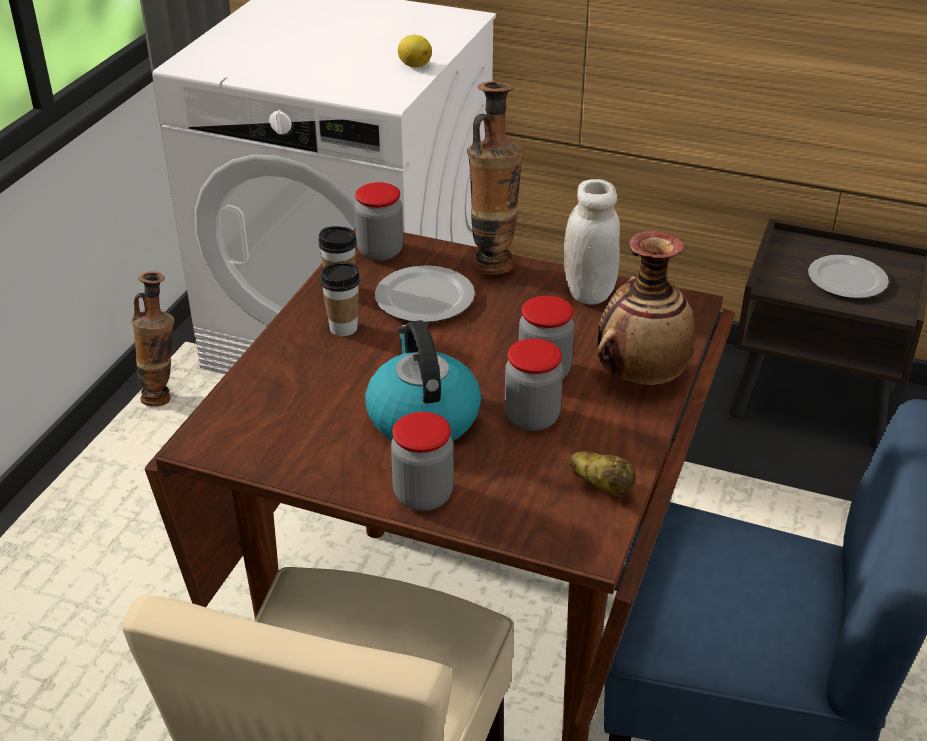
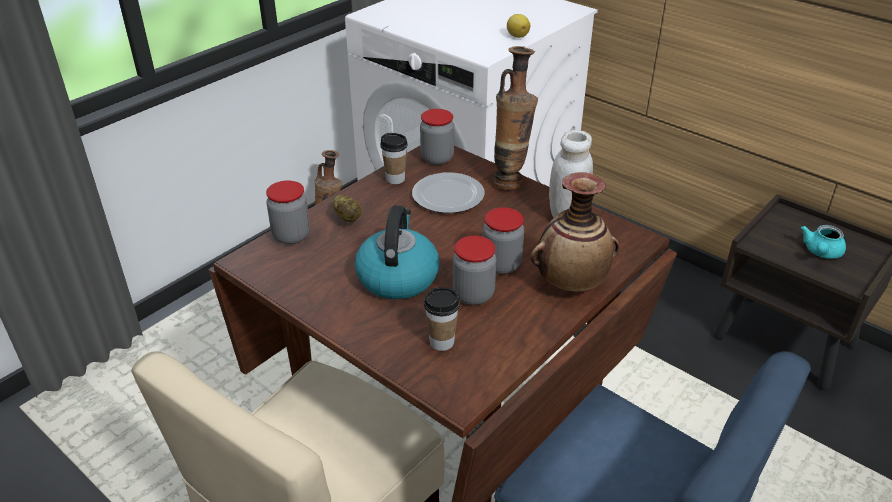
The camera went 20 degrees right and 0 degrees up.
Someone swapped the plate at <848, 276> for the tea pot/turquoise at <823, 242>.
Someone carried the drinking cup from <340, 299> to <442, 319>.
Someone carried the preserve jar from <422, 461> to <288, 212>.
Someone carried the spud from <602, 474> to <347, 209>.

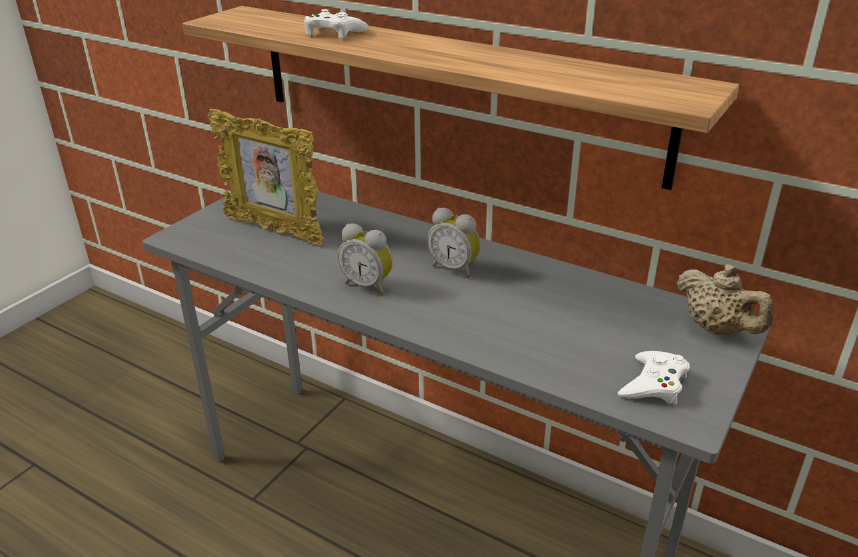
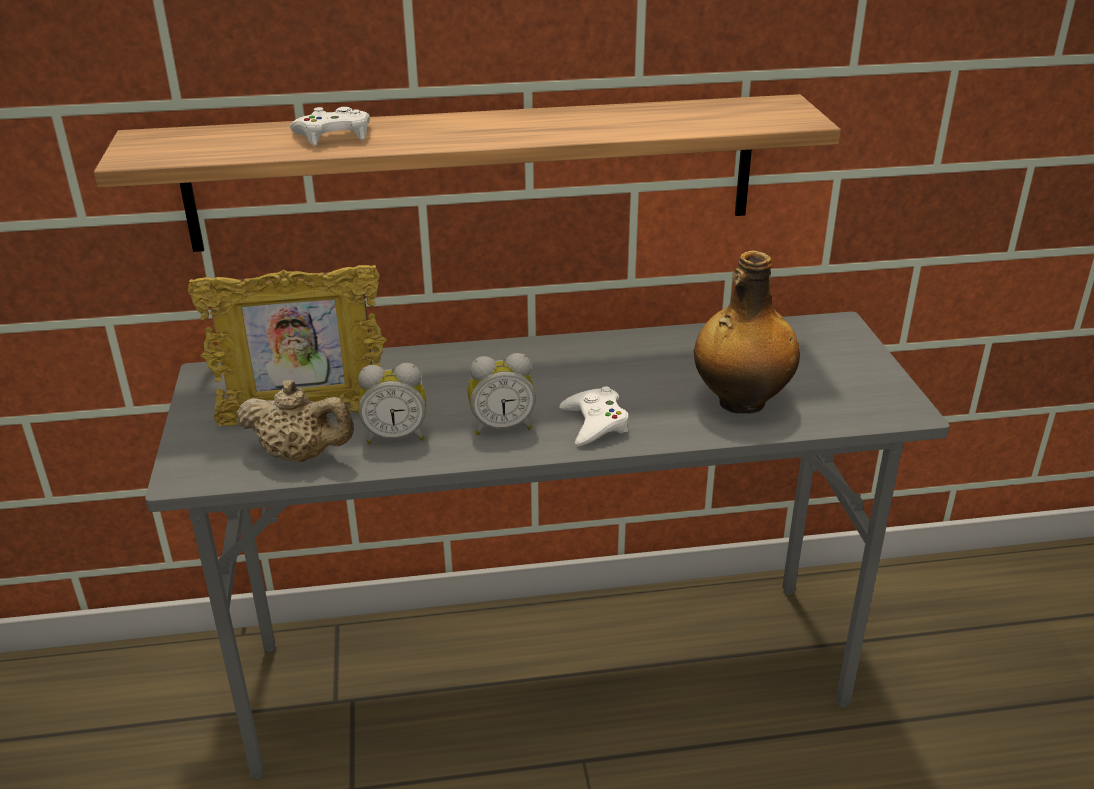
The camera went 40 degrees left and 0 degrees up.
Someone carried the table clock from <454, 243> to <392, 403>.
Someone carried the tea pot/beige from <725, 299> to <295, 421>.
Someone carried the gamepad/white-coloured from <654, 378> to <593, 416>.
Someone put down the beverage bottle at <747, 332>.

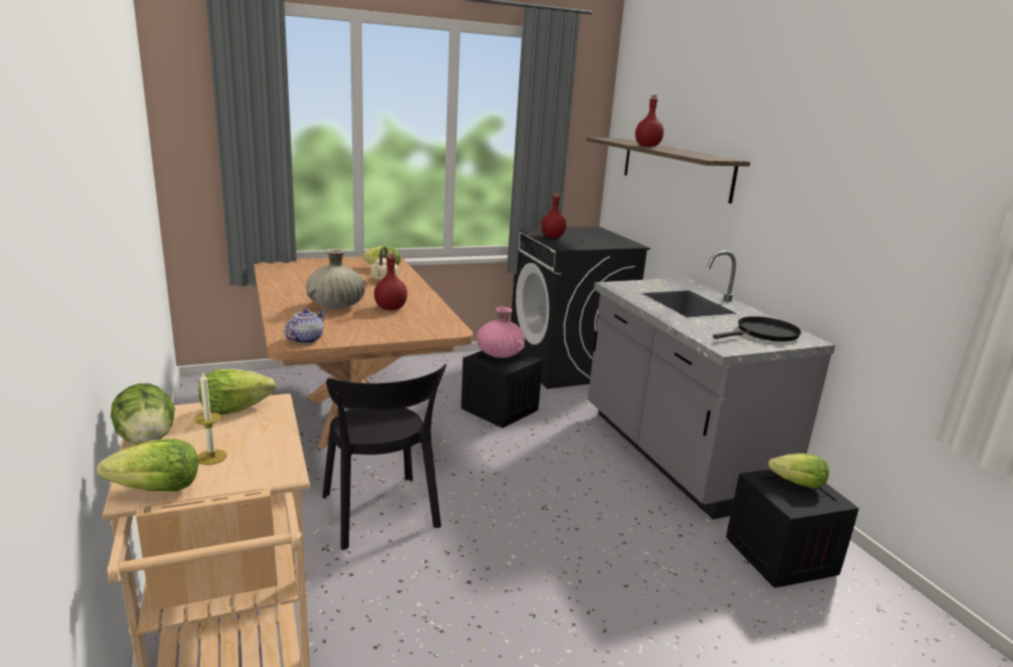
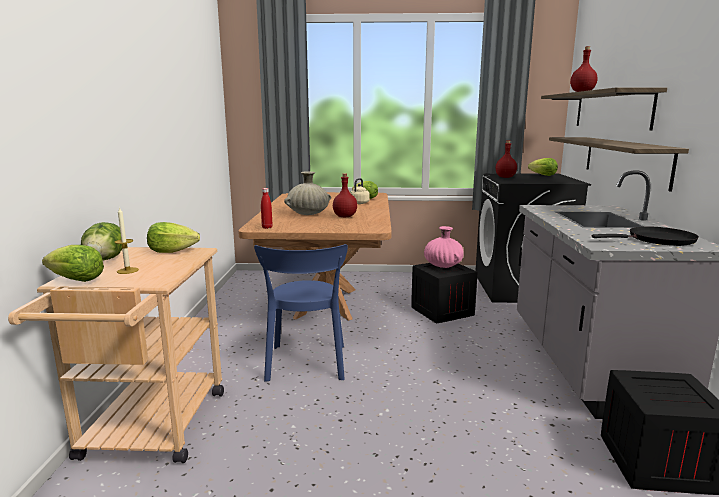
The camera went 25 degrees right and 5 degrees down.
Someone swapped the tea pot at <305, 326> for the beverage bottle/red-coloured at <266, 208>.
Someone repainted the chair/black-coloured at <384, 457>, which became the chair/bluish at <301, 313>.
Someone carried the head of lettuce from <798, 471> to <543, 167>.
Someone put up the wall shelf at <619, 164>.

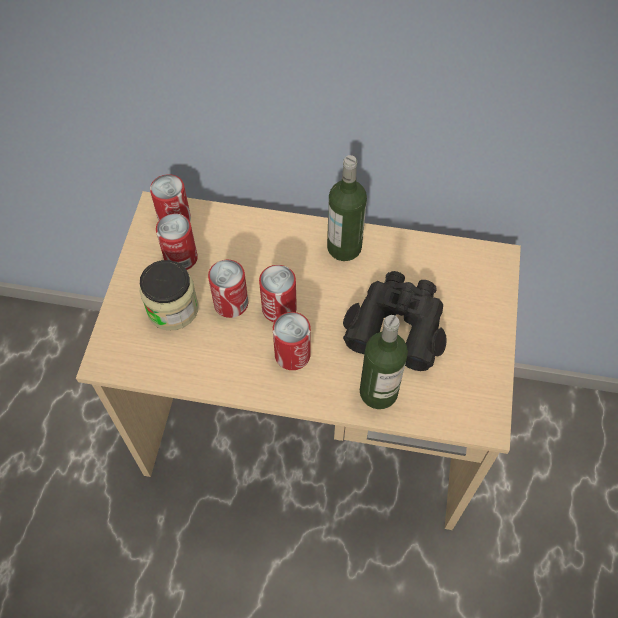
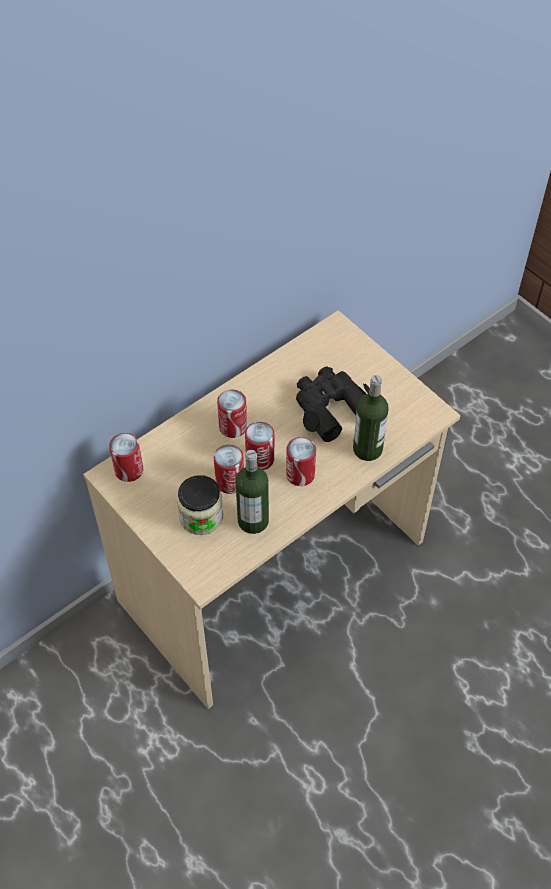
The camera went 50 degrees left and 5 degrees down.
Someone carried the beverage bottle from <347, 208> to <252, 492>.
Someone carried the can from <177, 242> to <232, 414>.

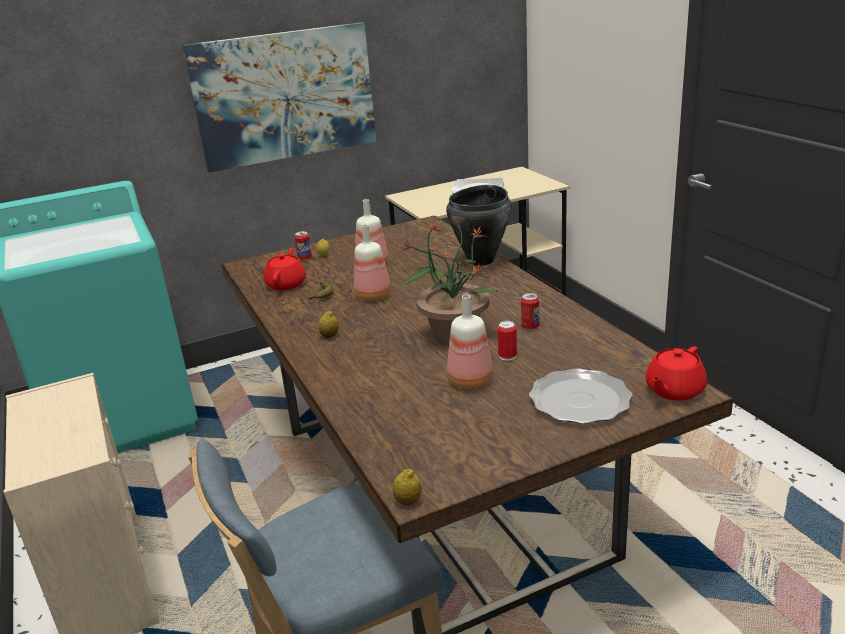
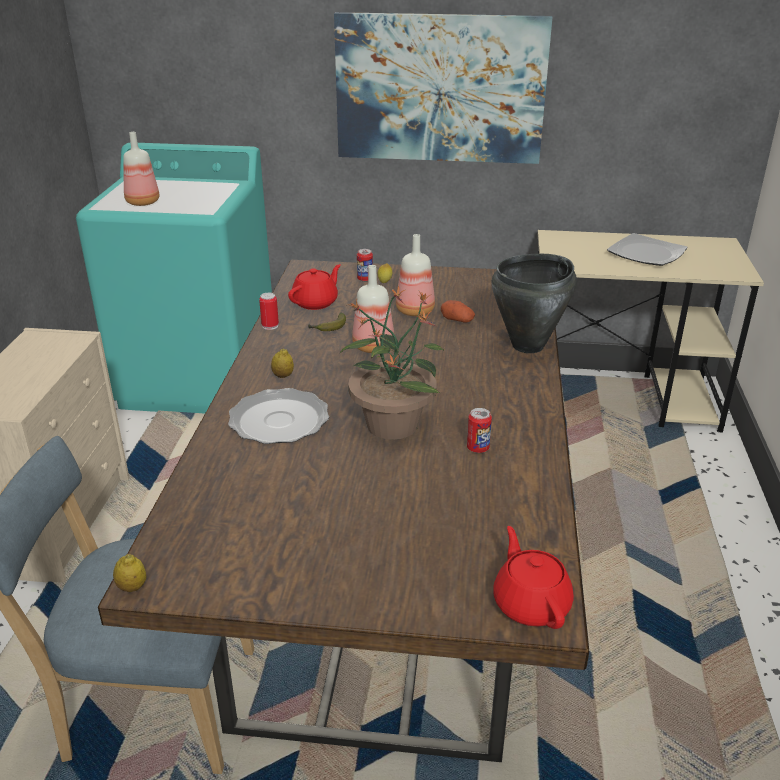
The camera went 30 degrees right and 5 degrees up.
Someone carried the beverage bottle from <470, 342> to <141, 169>.
Someone carried the can from <507, 341> to <269, 311>.
Someone rotated the tea pot/red-coloured at <676, 373> by 90 degrees clockwise.
Someone carried the plate from <580, 396> to <278, 416>.
Someone put down the spud at <458, 311>.

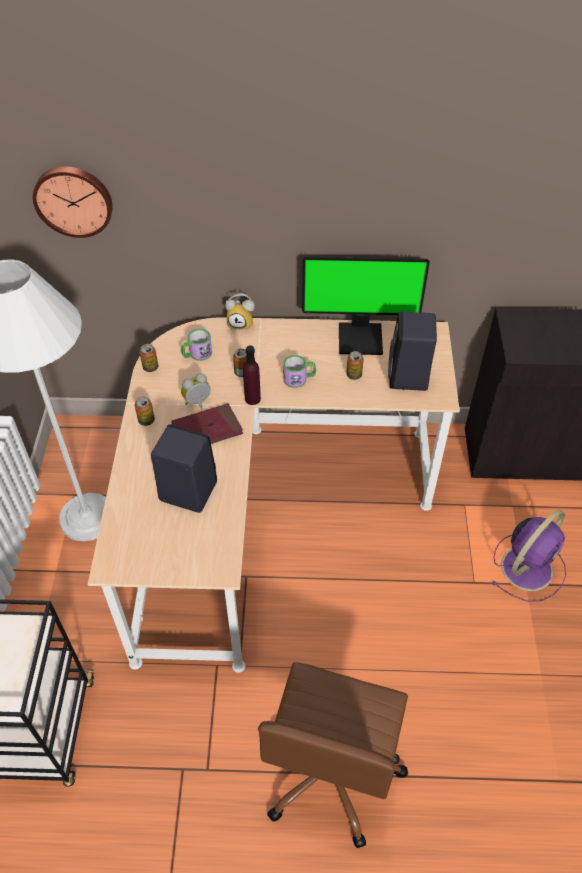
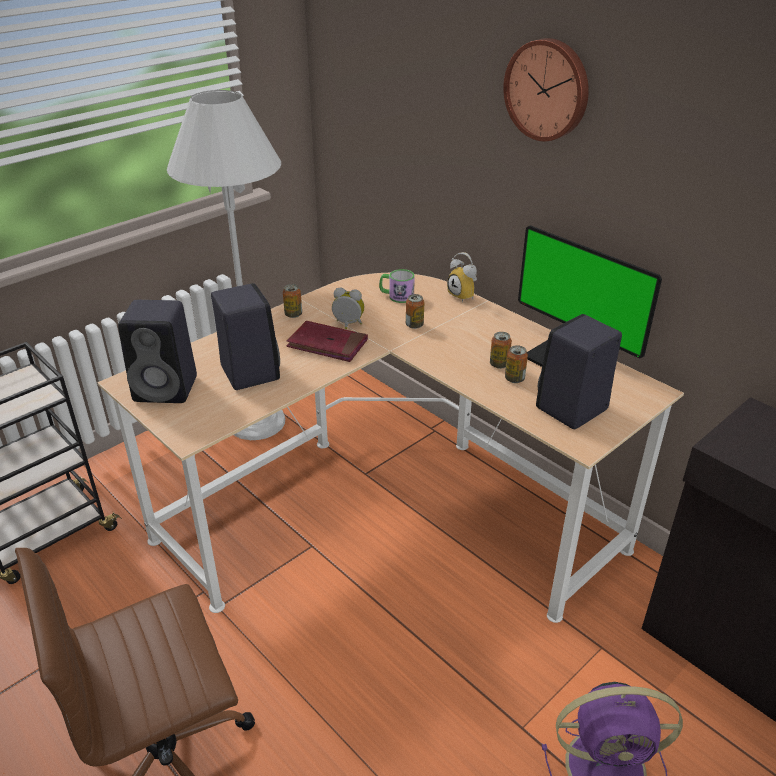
The camera went 45 degrees right and 15 degrees down.
Someone carried the clock on the wall from <73, 202> to <546, 89>.
Someone carried the can from <149, 358> to <501, 350>.
Someone took away the beverage bottle/purple-coloured at <252, 375>.
Someone took away the mug at <299, 371>.
Someone put down the speaker/black-coloured at <157, 351>.

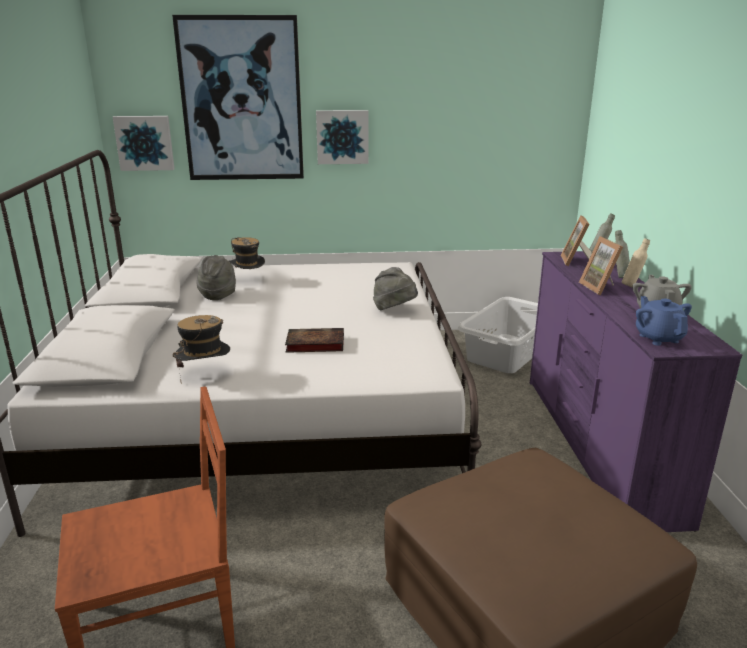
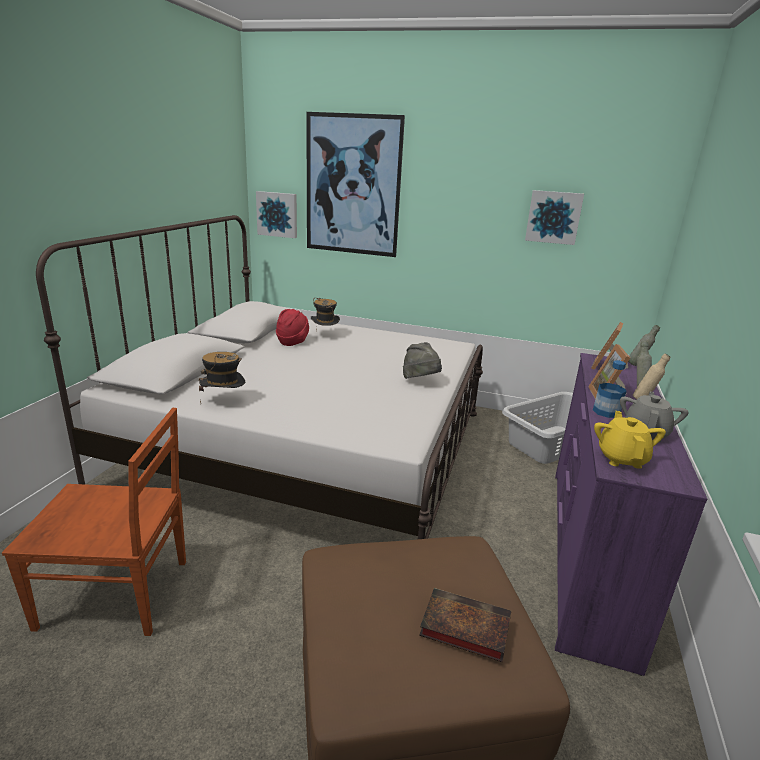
The camera went 20 degrees right and 0 degrees up.
Someone carried the wall art from <342, 137> to <554, 217>.
Someone repainted the wearable hat/greyish at <216, 277>, which became the wearable hat/red-coloured at <292, 327>.
Someone repainted the tea pot/bluish at <664, 321>, which became the tea pot/yellow-coloured at <630, 440>.
Someone carried the volume from <314, 340> to <465, 625>.
Someone put down the beverage bottle at <610, 389>.

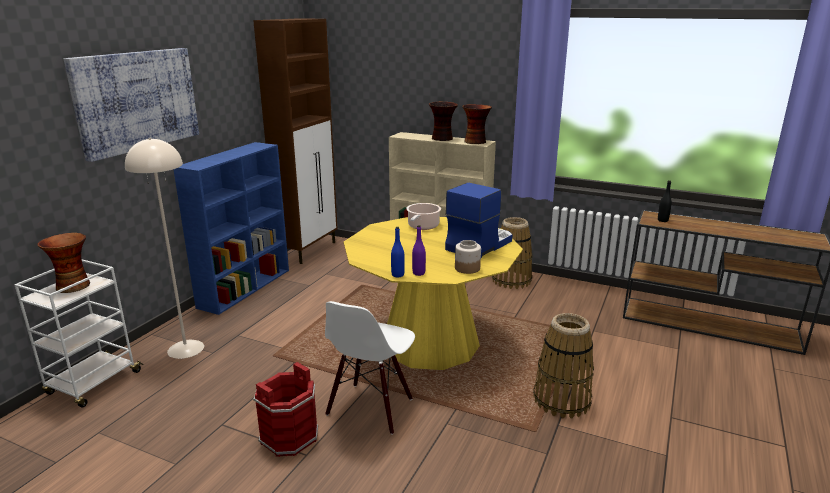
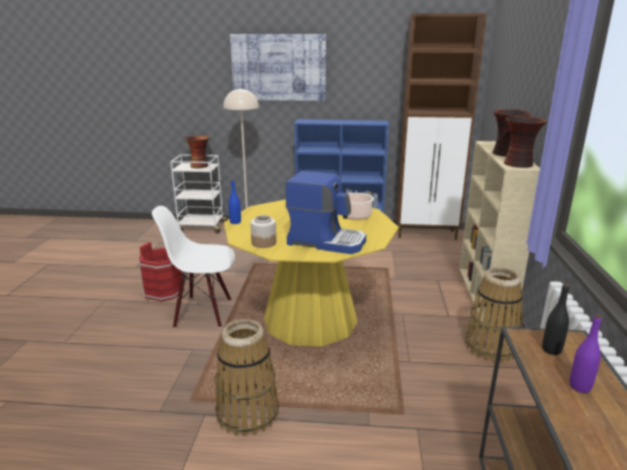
The camera went 70 degrees right and 0 degrees up.
Someone carried the beverage bottle/purple-coloured from <419, 250> to <585, 353>.

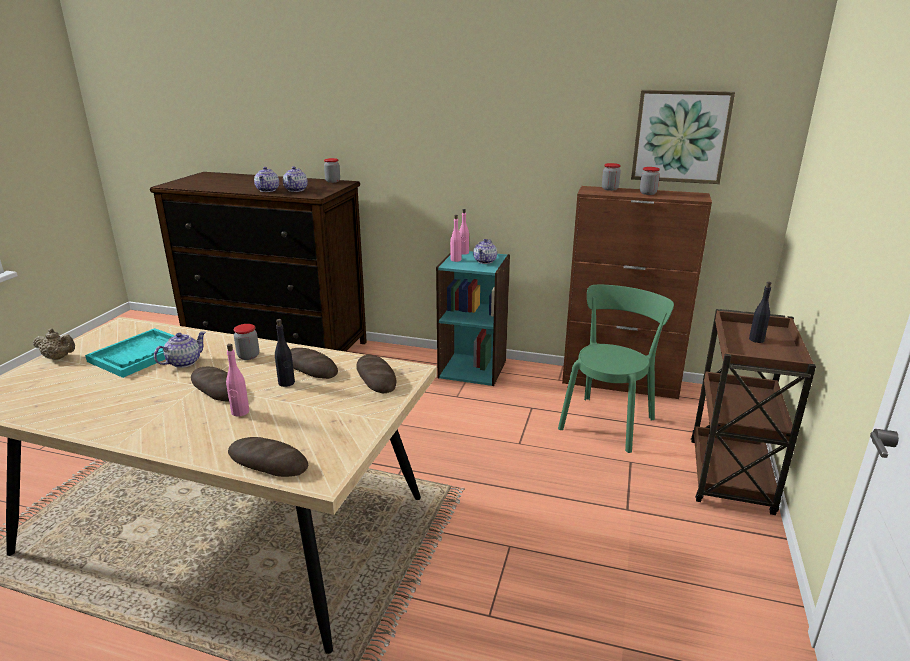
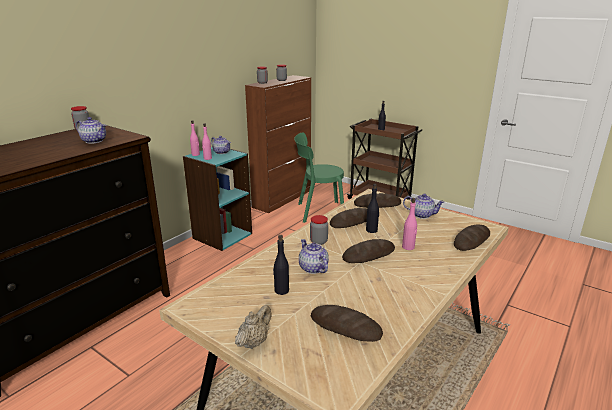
The camera went 70 degrees left and 0 degrees up.
Someone took away the wall art at <683, 137>.
Someone carried the tea pot from <266, 179> to <423, 206>.
Someone rotated the chair/greenish at <616, 369> by 60 degrees counterclockwise.
Someone swapped the tray/turquoise at <130, 353> for the beverage bottle/black-coloured at <281, 265>.
Someone put down the bread at <347, 323>.

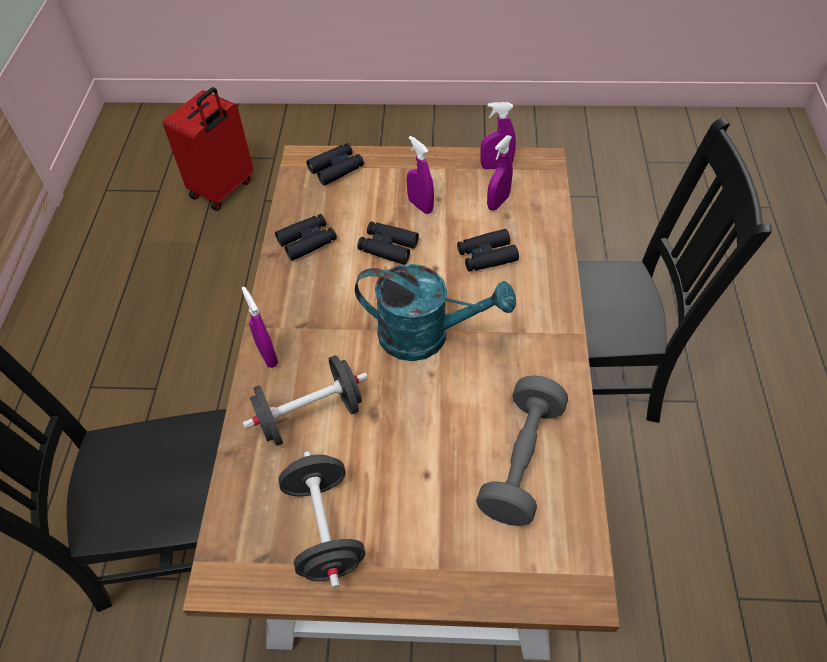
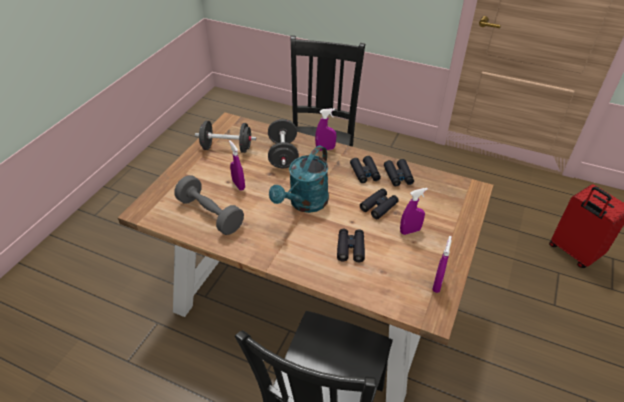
The camera went 110 degrees right and 10 degrees down.
Someone carried the spray bottle/purple-coloured from <500, 173> to <237, 165>.
Someone carried the pair of binoculars/black-coloured from <335, 164> to <365, 169>.

